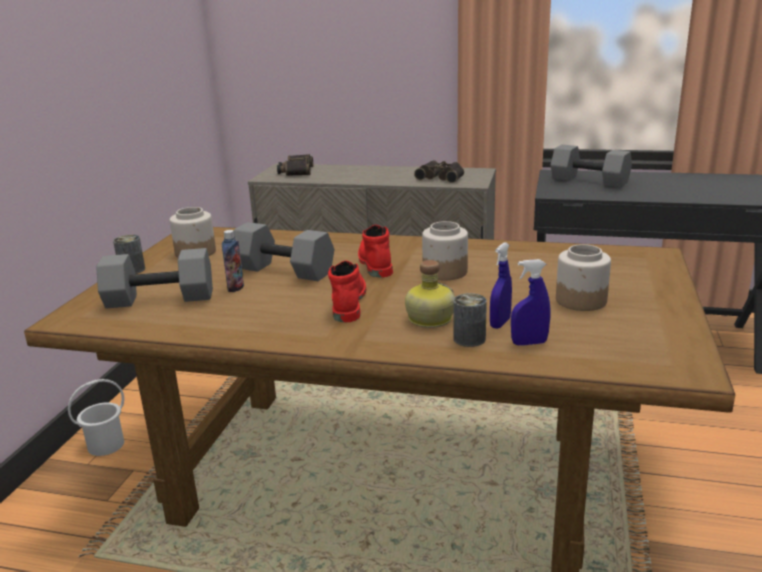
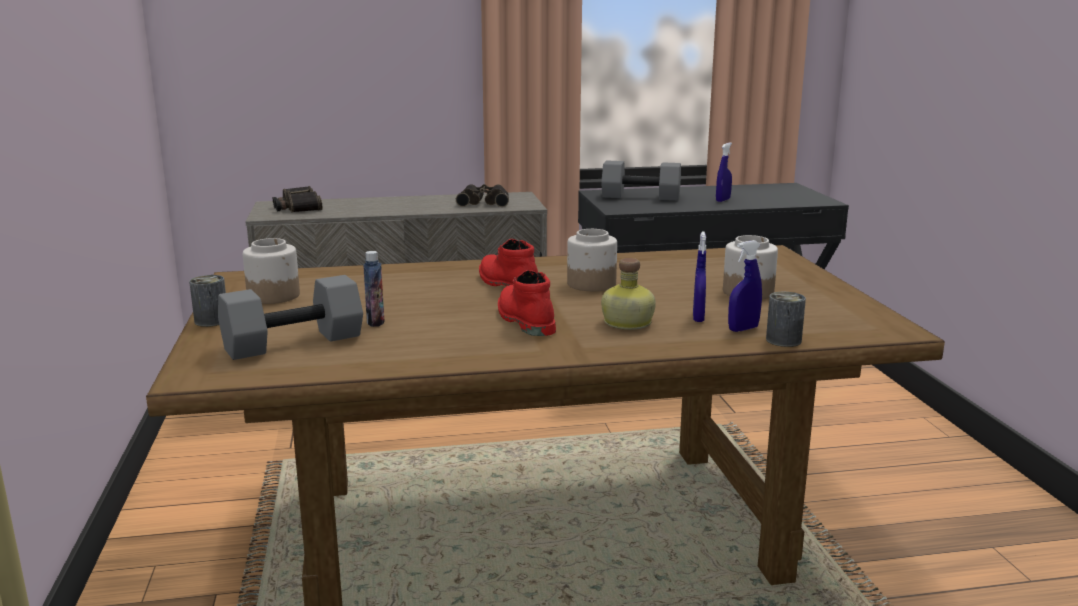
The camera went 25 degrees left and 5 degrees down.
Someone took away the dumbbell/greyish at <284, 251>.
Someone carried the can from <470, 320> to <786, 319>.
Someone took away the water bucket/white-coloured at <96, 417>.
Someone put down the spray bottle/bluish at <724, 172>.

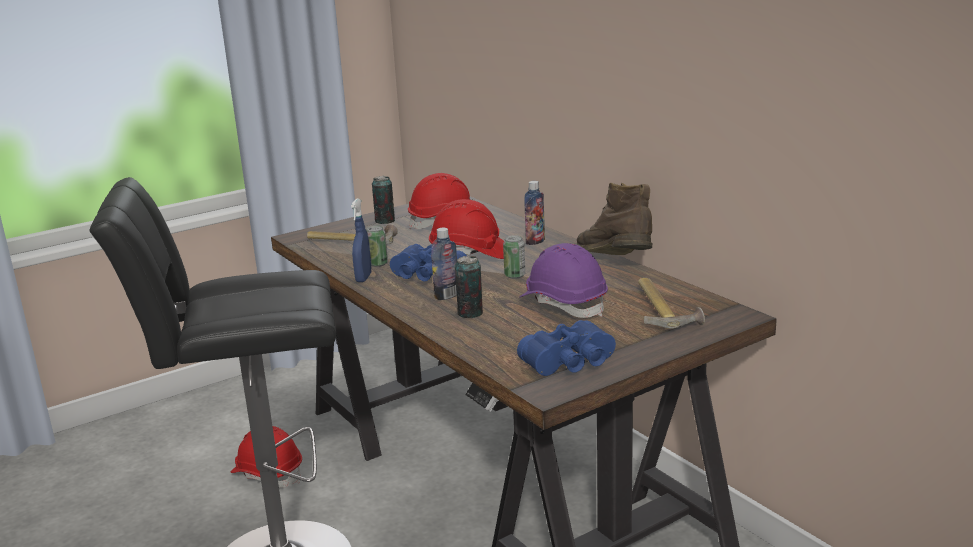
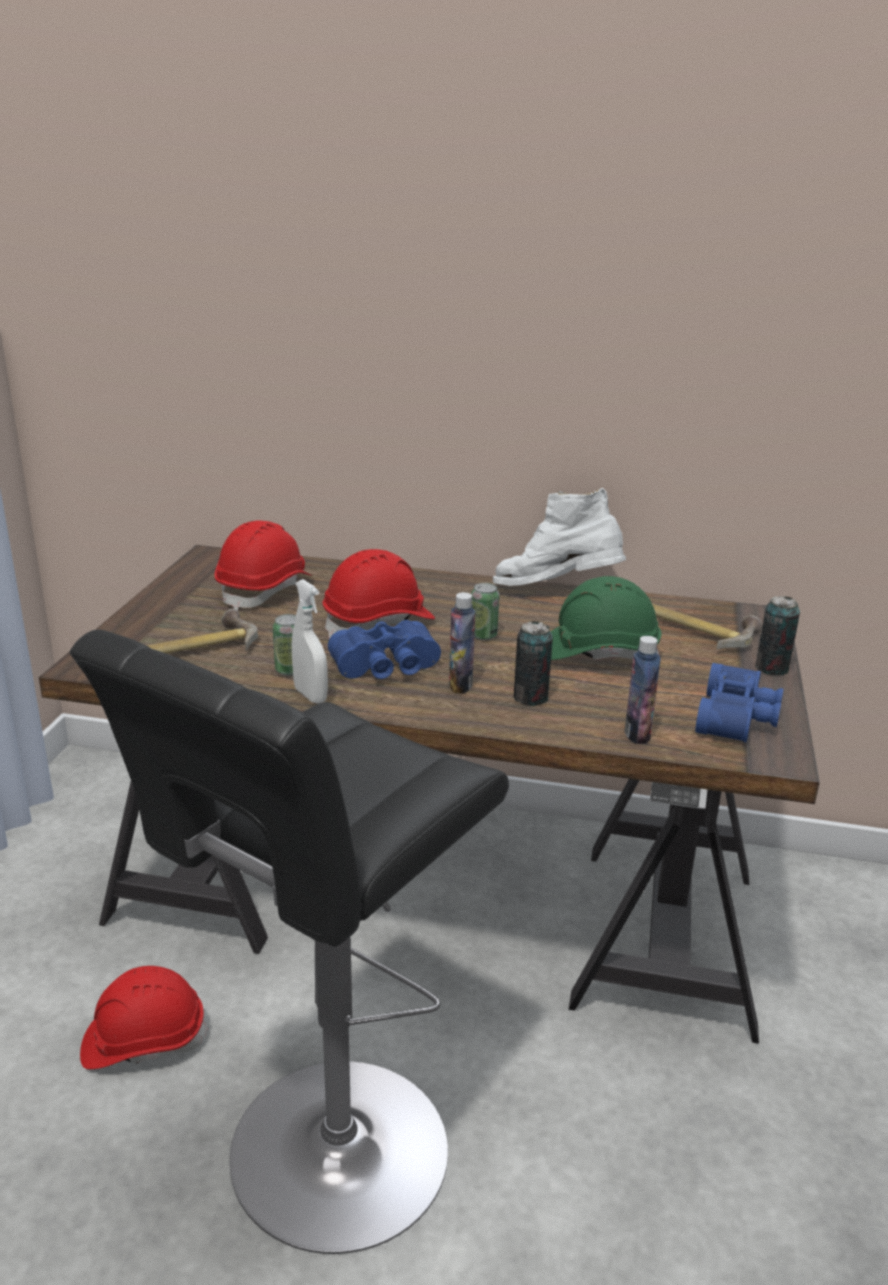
The camera went 45 degrees left and 5 degrees up.
Someone carried the can from <383, 200> to <777, 635>.
Someone carried the beverage bottle from <534, 213> to <643, 690>.
Someone repainted the boot/brown at <613, 219>, which became the boot/white-coloured at <559, 537>.
Someone repainted the spray bottle/bluish at <361, 240>, which became the spray bottle/white-coloured at <310, 641>.
Someone repainted the hard hat/purple-coloured at <564, 280>, which became the hard hat/greenish at <606, 618>.

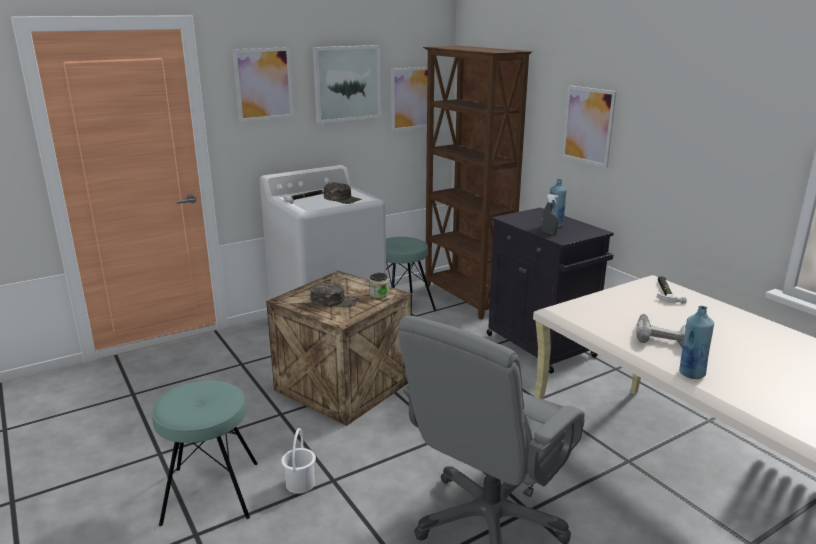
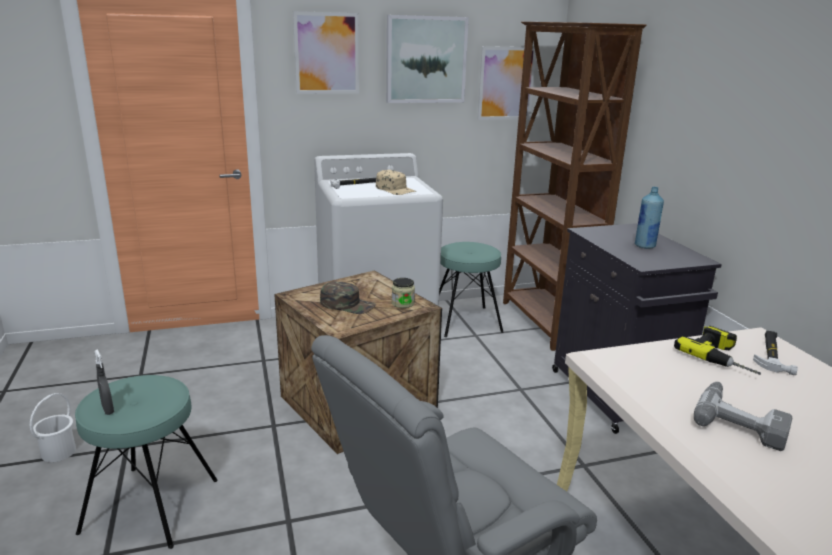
The camera went 15 degrees right and 0 degrees up.
Someone took away the wall art at <589, 126>.
Someone repainted the cap/greenish at <343, 193>, which became the cap/beige at <396, 182>.
Someone carried the spray bottle/greyish from <550, 214> to <104, 382>.
Someone took away the beverage bottle/bluish at <696, 342>.
Someone carried the water bucket/white-coloured from <298, 461> to <53, 427>.
Someone put down the electric drill at <717, 350>.

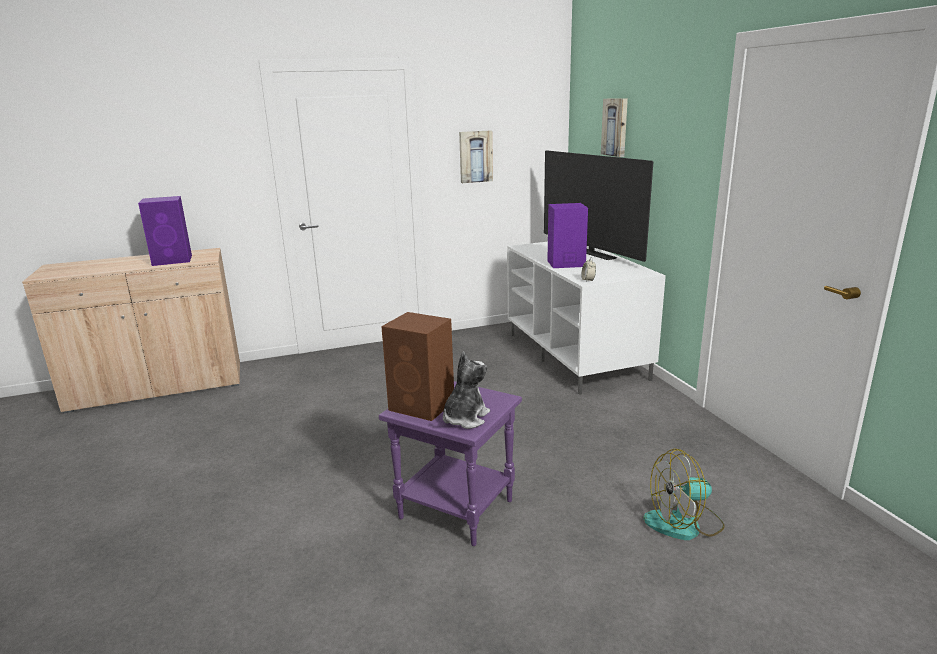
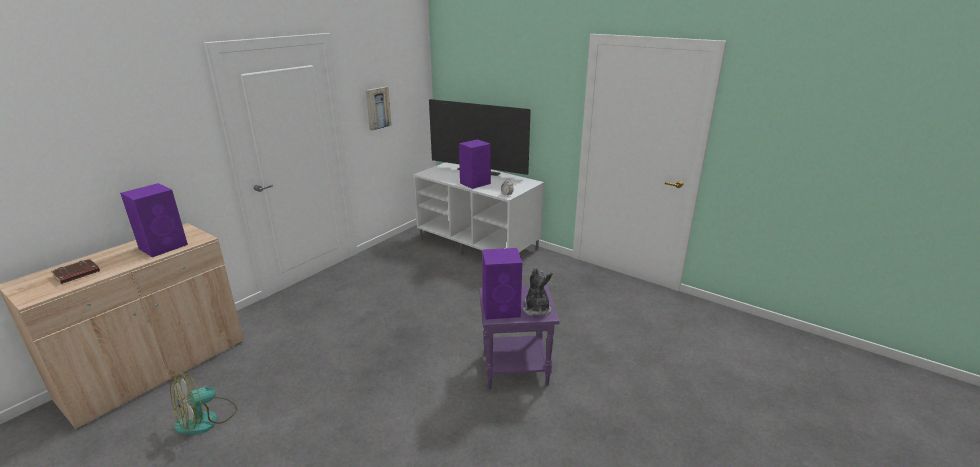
The camera went 35 degrees left and 5 degrees up.
Someone took away the wall art at <614, 127>.
Someone repainted the speaker/brown at <417, 366>, which became the speaker/purple-coloured at <502, 284>.
Someone carried the fan from <684, 494> to <203, 403>.
Someone put down the volume/brown at <75, 271>.

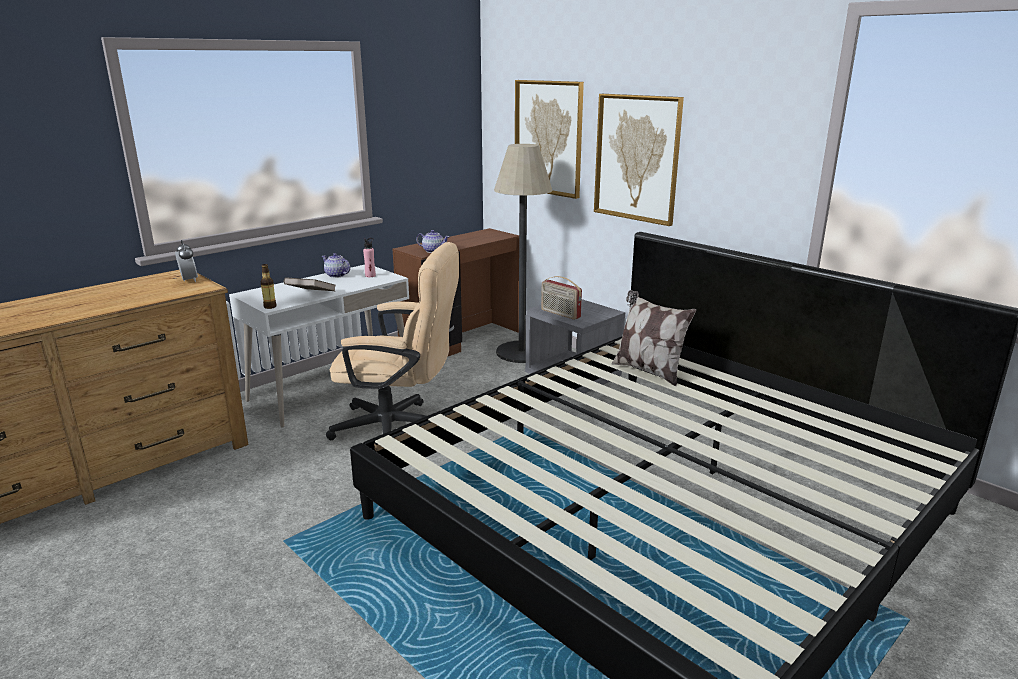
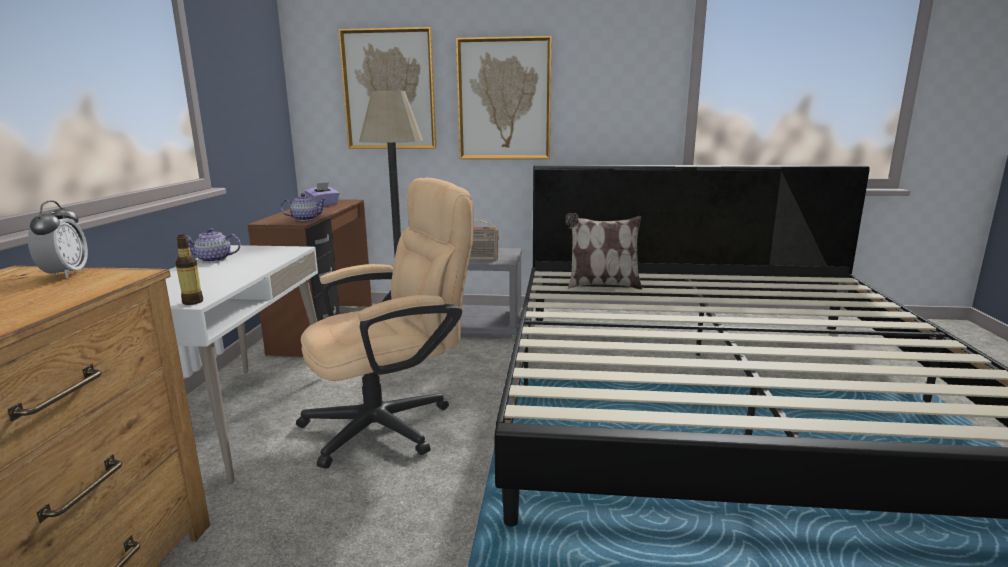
The camera went 40 degrees left and 5 degrees down.
Someone took away the beverage bottle/pink-coloured at <369, 257>.
Someone rotated the table clock at <186, 261> by 60 degrees clockwise.
Someone took away the volume/brown at <309, 284>.
Someone put down the tissue holder/purple-coloured at <322, 194>.

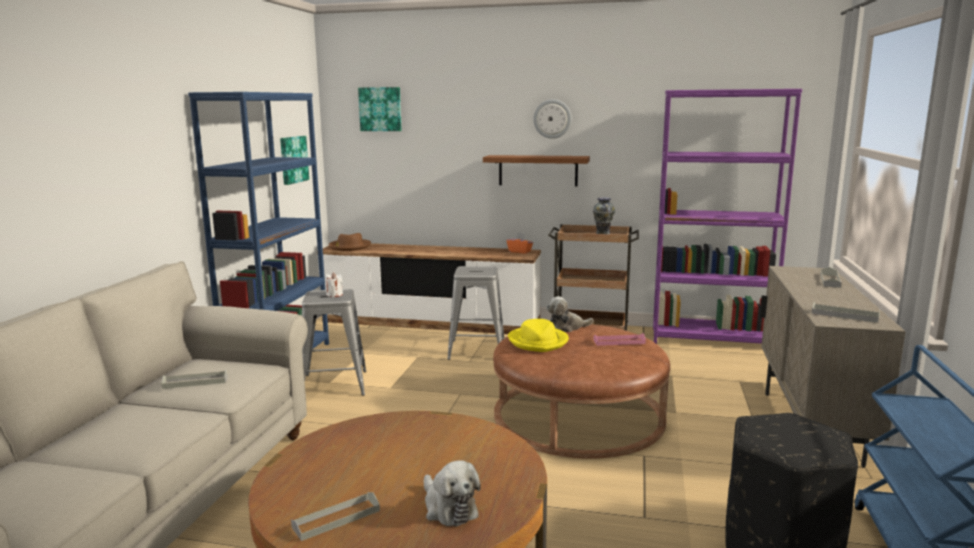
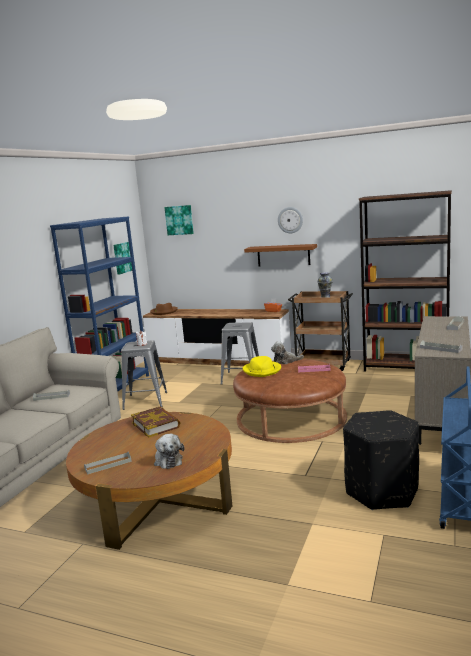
The camera went 10 degrees right and 0 degrees up.
Someone repainted the shelving unit/purple-coloured at <727, 216>, which became the shelving unit/brown at <405, 281>.
Someone put down the volume at <155, 422>.

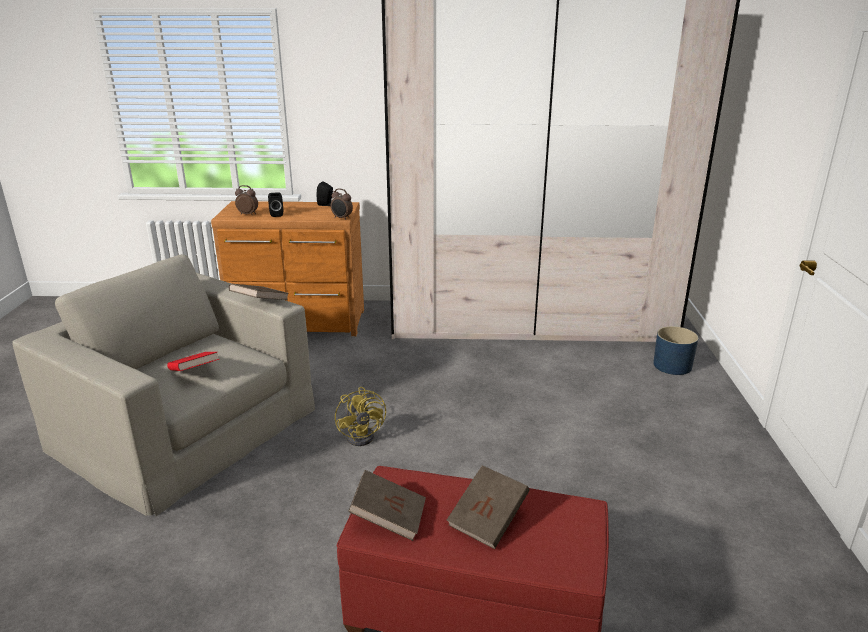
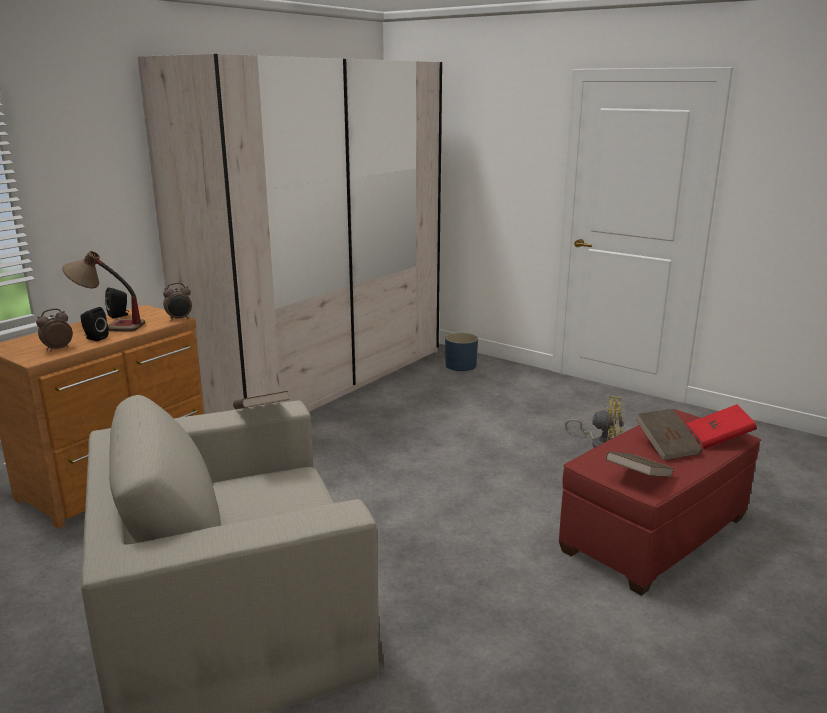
The camera went 55 degrees left and 5 degrees down.
Someone carried the volume/red-coloured from <193, 361> to <722, 426>.
Someone carried the fan/yellow-coloured from <360, 416> to <594, 422>.
Someone put down the lamp for a table at <103, 291>.

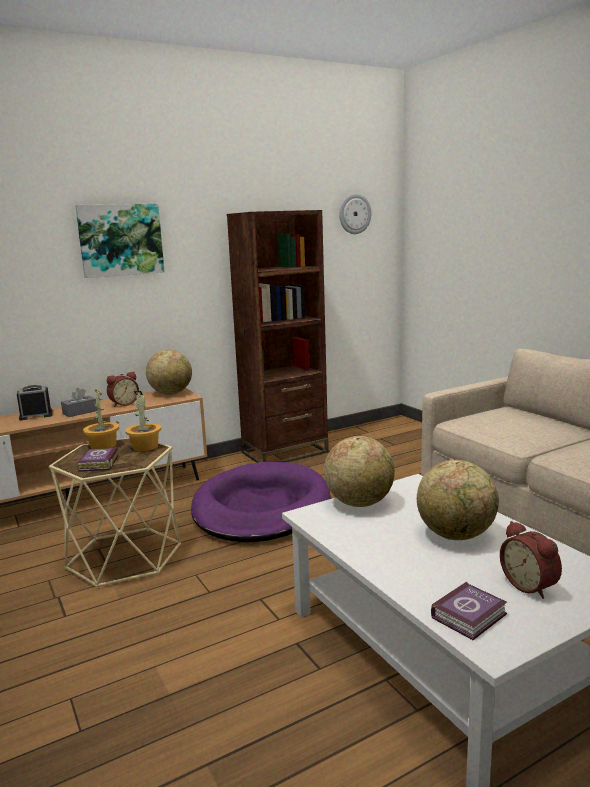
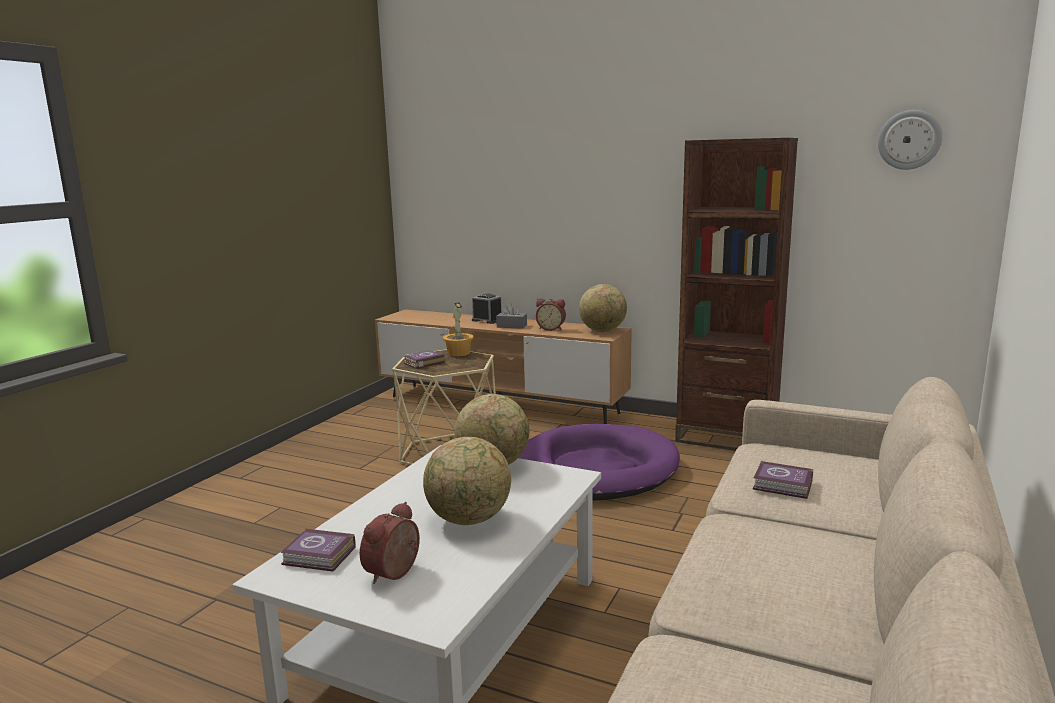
The camera went 55 degrees right and 0 degrees up.
Someone took away the wall art at <119, 241>.
Someone took away the plant in a pot at <143, 421>.
Someone put down the volume at <783, 480>.

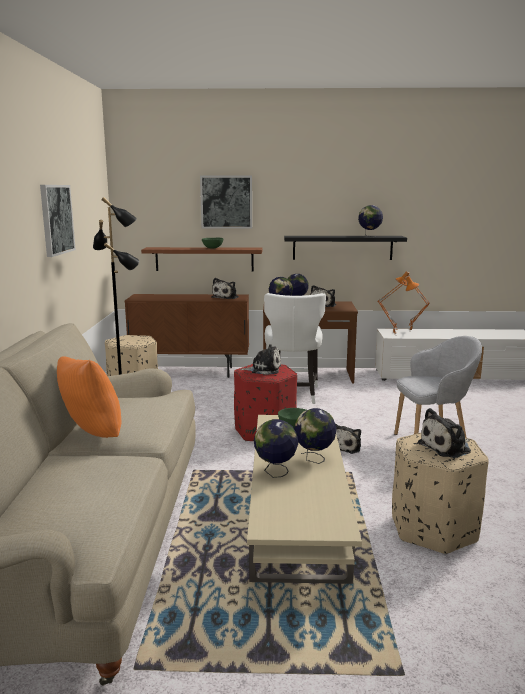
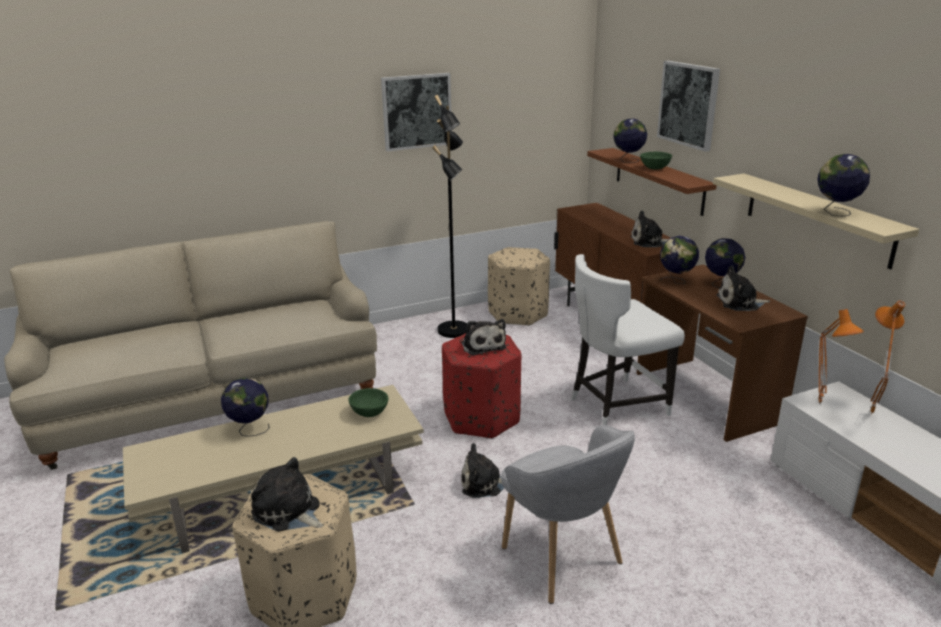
The camera went 65 degrees right and 10 degrees up.
Someone repainted the wall shelf/black-coloured at <345, 248>, which became the wall shelf/beige at <816, 221>.
Someone took away the throw pillow/orangey at <89, 397>.
Someone carried the globe from <315, 436> to <630, 141>.

